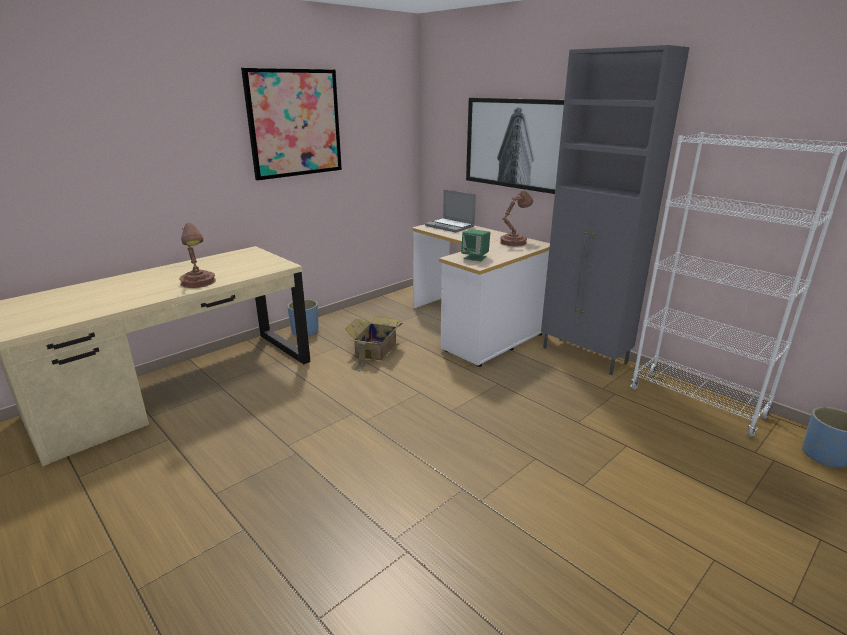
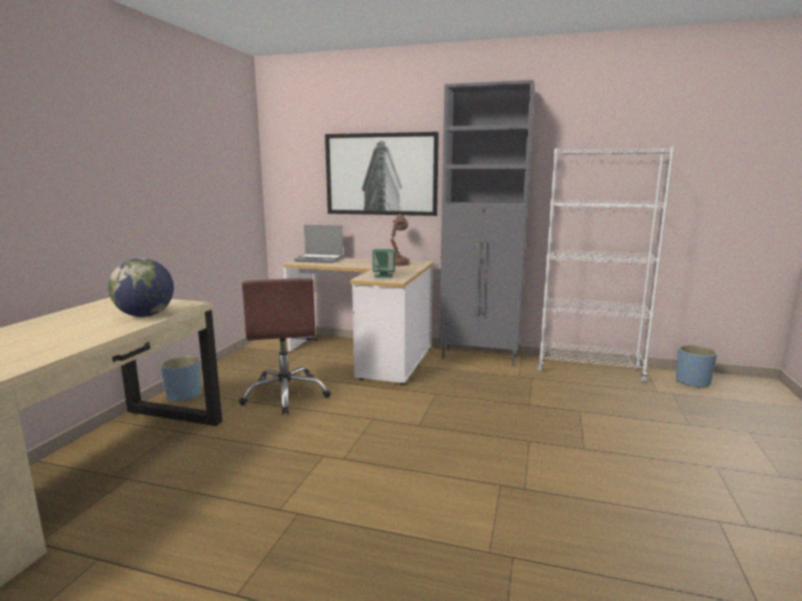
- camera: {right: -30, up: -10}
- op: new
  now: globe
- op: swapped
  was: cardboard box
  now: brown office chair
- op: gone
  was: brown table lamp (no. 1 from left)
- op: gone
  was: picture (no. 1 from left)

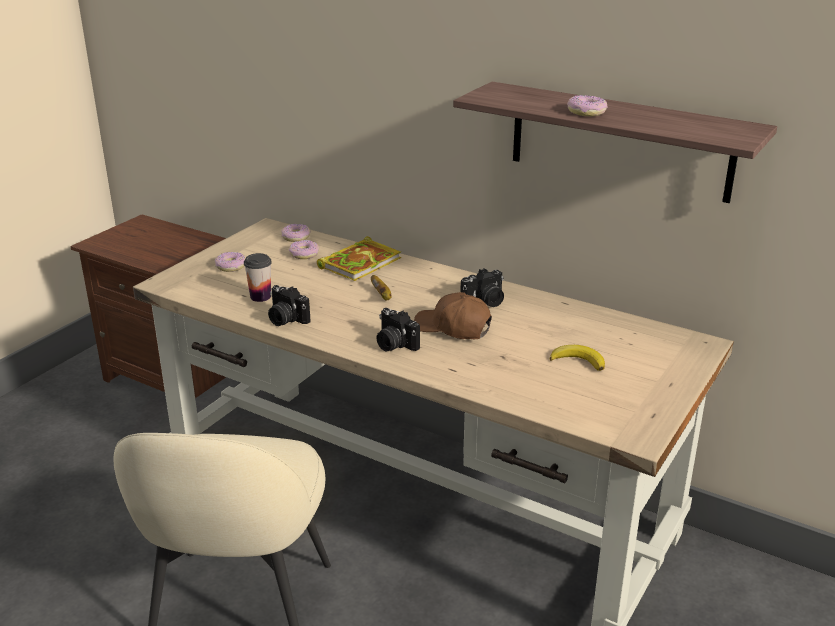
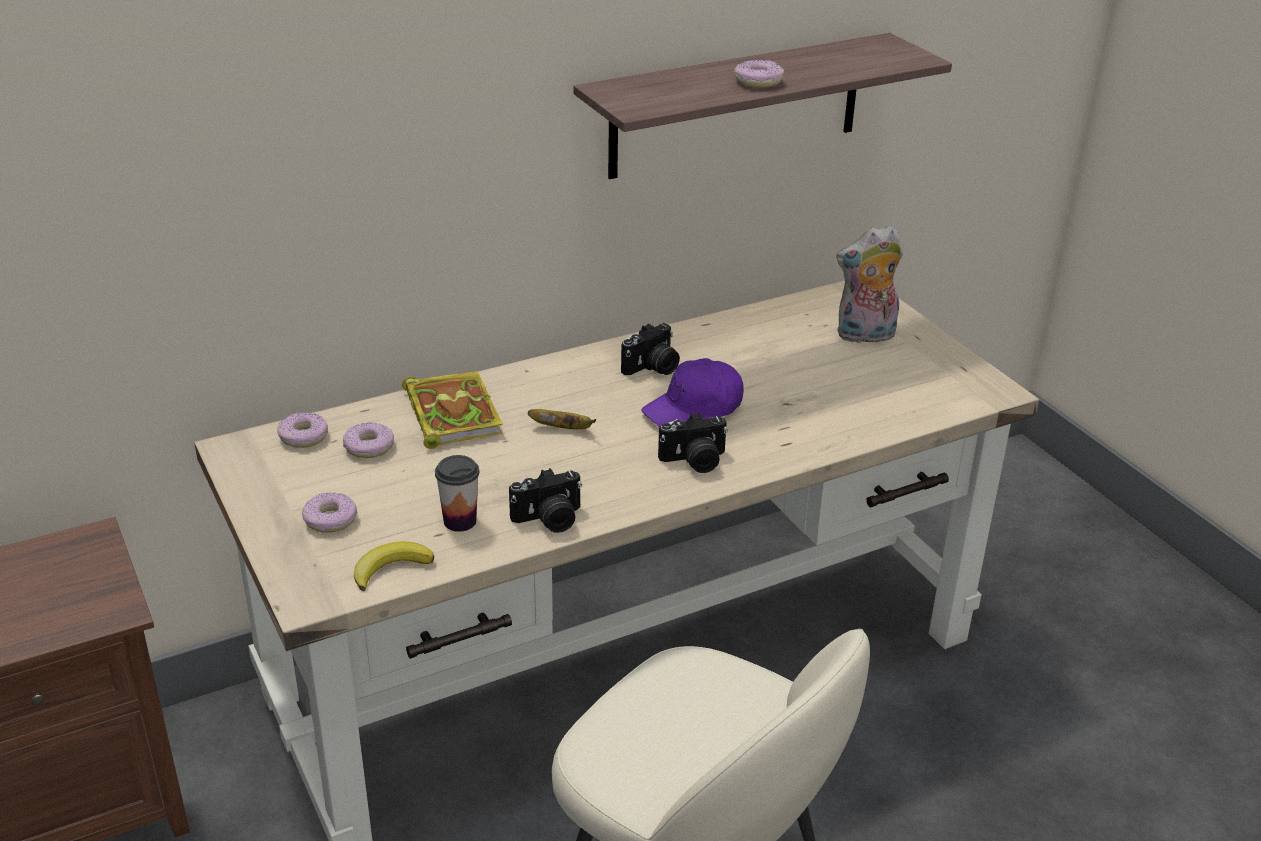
- camera: {right: -60, up: 5}
- op: shifted
  was: banana (no. 2 from left in the first image)
  now: banana (no. 1 from left)
- op: rotated
  was: photo camera (no. 3 from left in the first image)
  clockwise: 45
- op: repainted
  was: brown cap
  now: purple cap
- op: new
  now: plush toy

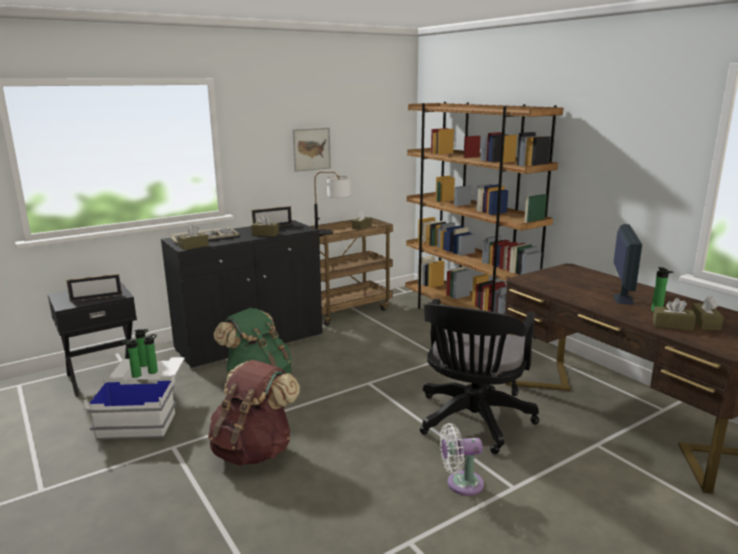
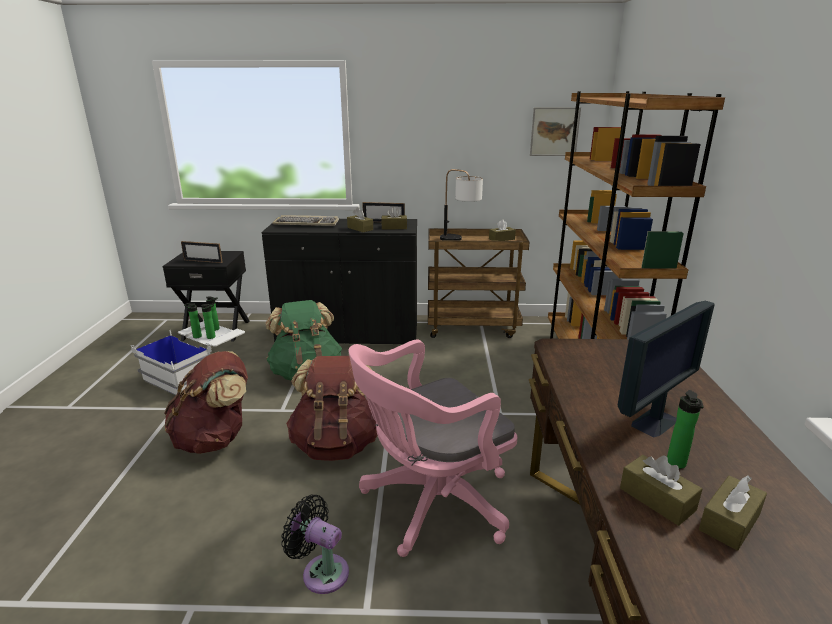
- camera: {right: 35, up: 5}
- op: repainted
  was: white fan
  now: black fan
- op: new
  now: brown backpack (no. 2 from left)
- op: repainted
  was: black office chair
  now: pink office chair
- op: shifted
  was: brown tissue box (no. 1 from left in the first image)
  now: brown tissue box (no. 2 from left)
- op: shifted
  was: picture

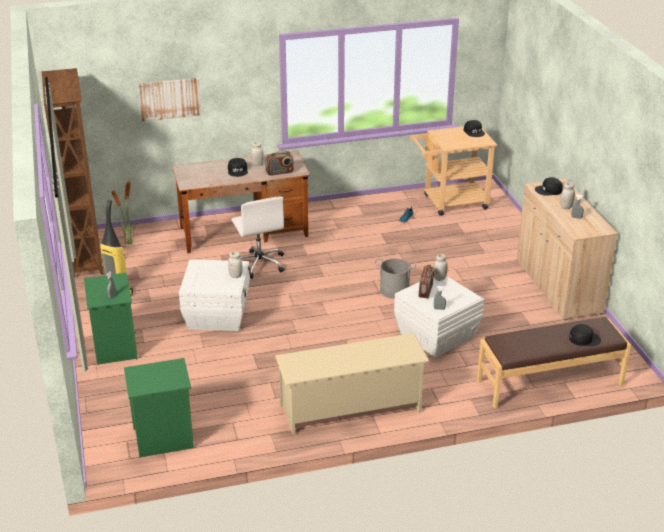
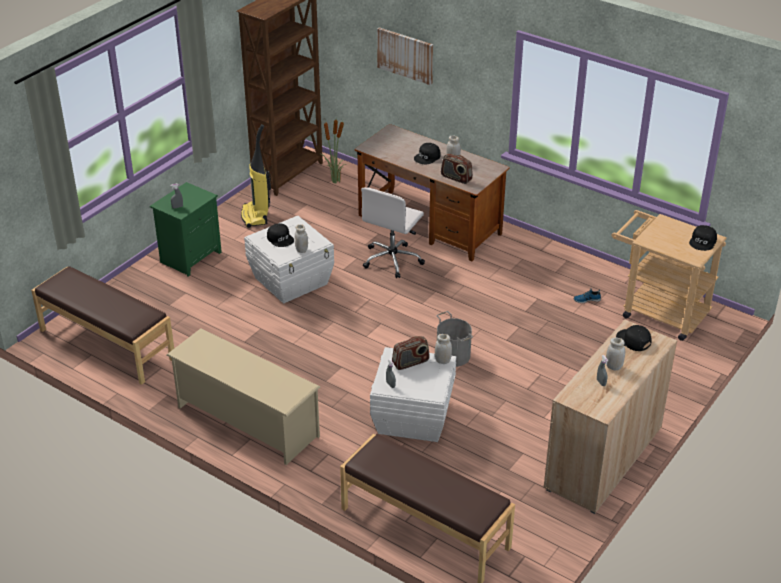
- camera: {right: 50, up: 5}
- op: swapped
  was: green nightstand (no. 2 from left)
  now: brown bench (no. 1 from left)
- op: shifted
  was: black cap (no. 4 from left in the first image)
  now: black cap (no. 1 from left)

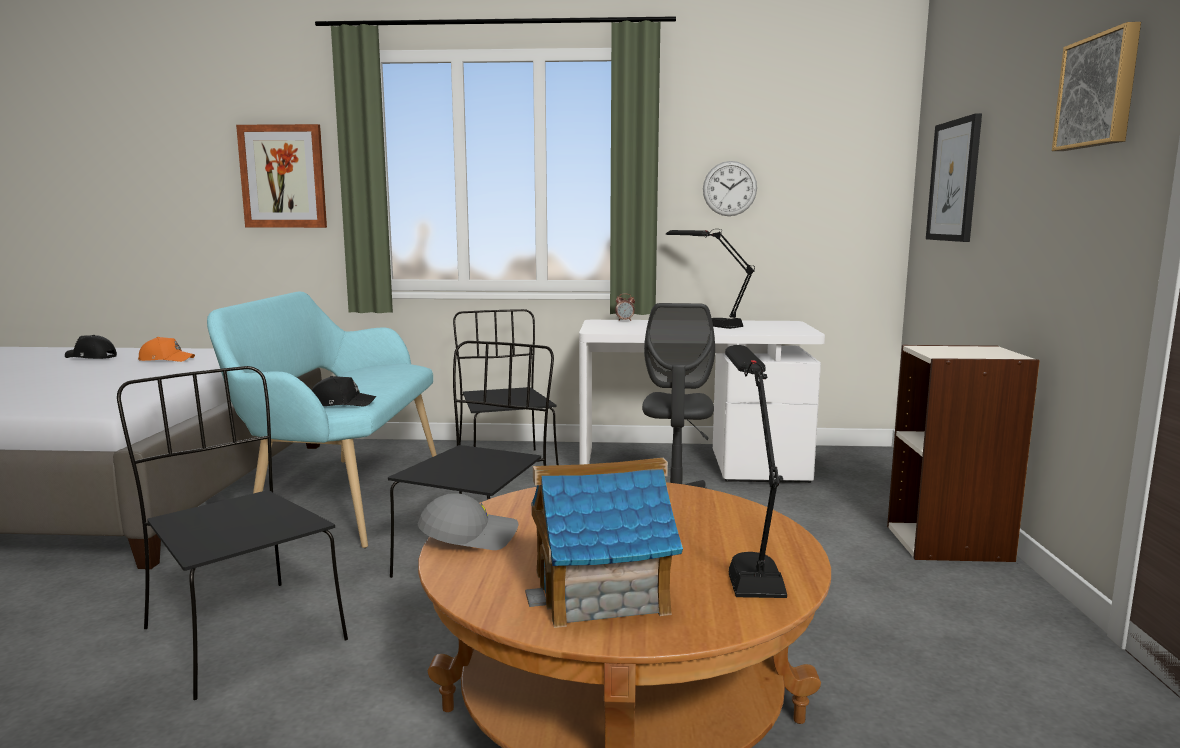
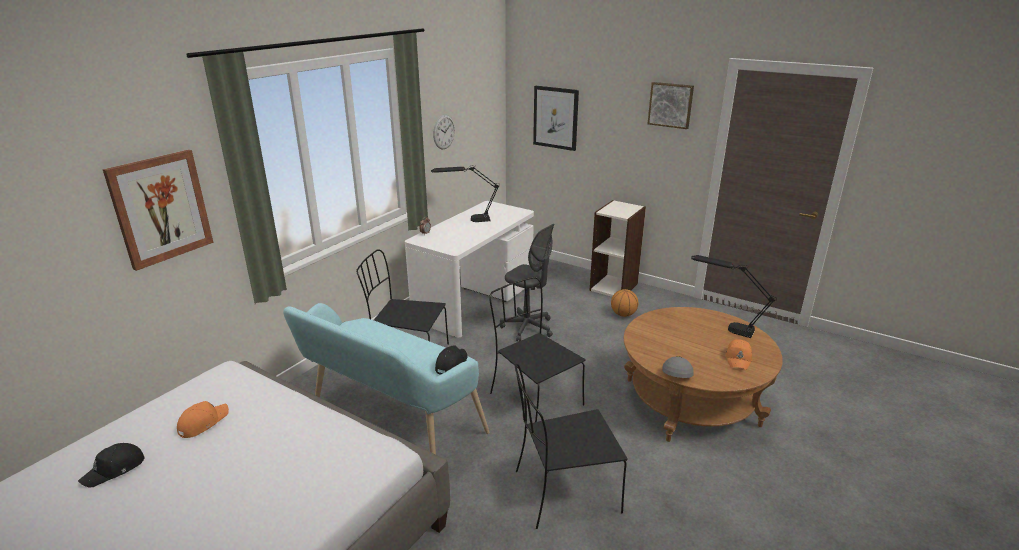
- camera: {right: -60, up: 15}
- op: new
  now: basketball
- op: swapped
  was: toy house
  now: orange cap (no. 2 from left)

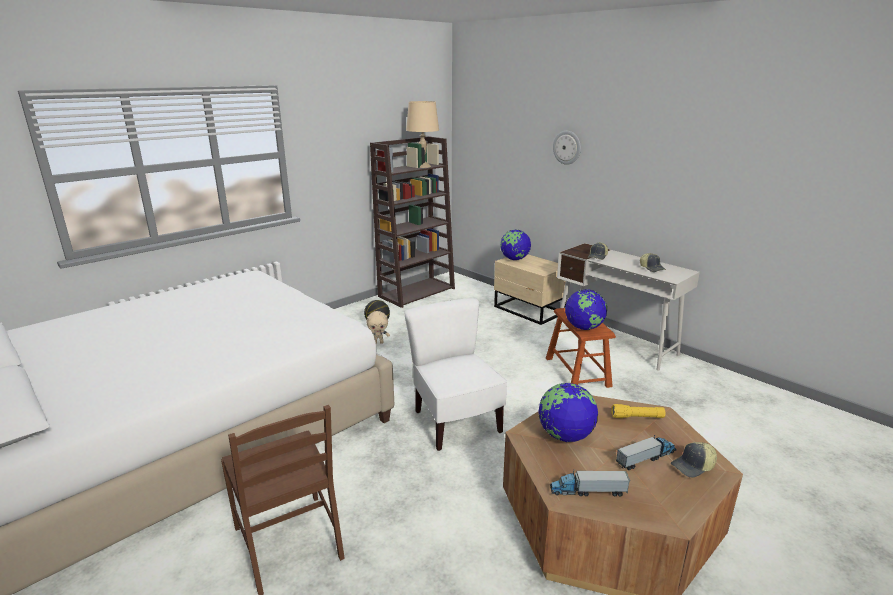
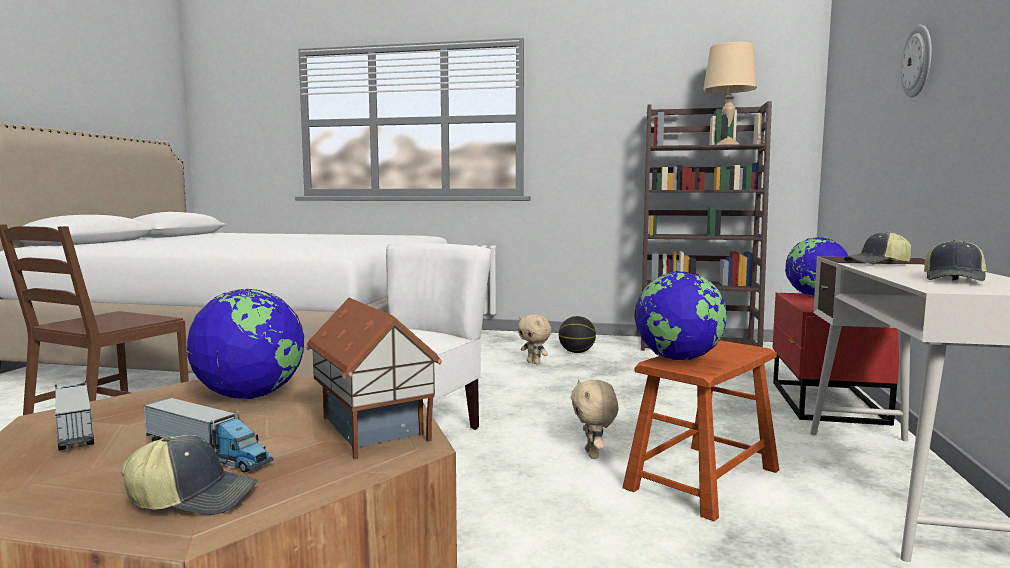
- camera: {right: 55, up: -15}
- op: rotated
  was: cap (no. 3 from left in the first image)
  clockwise: 150
- op: swapped
  was: yellow flashlight
  now: toy house
- op: new
  now: beige plush toy (no. 2 from left)
- op: repainted
  was: beige nightstand
  now: red nightstand

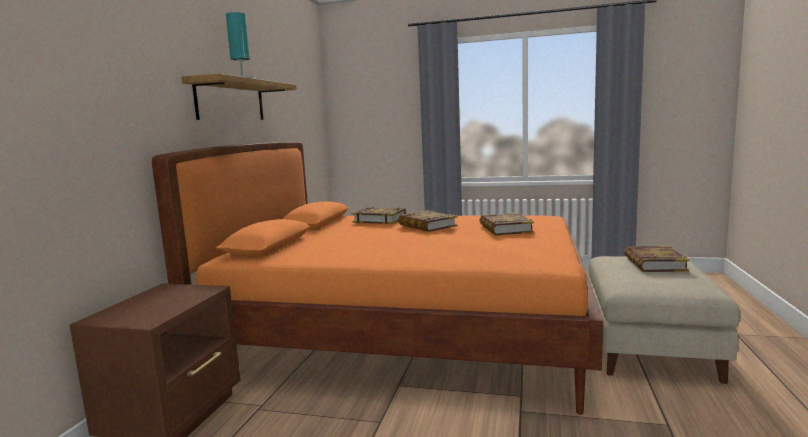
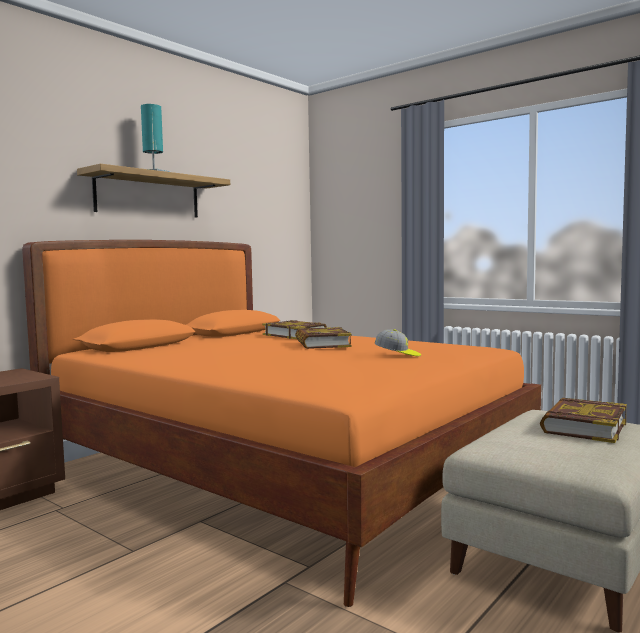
- camera: {right: 25, up: -5}
- op: swapped
  was: book (no. 3 from left)
  now: cap

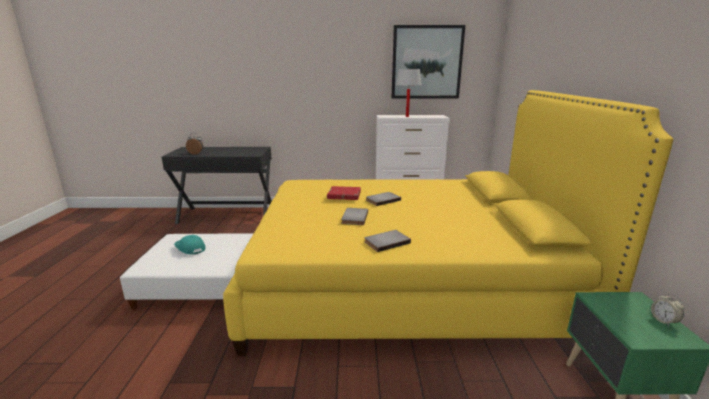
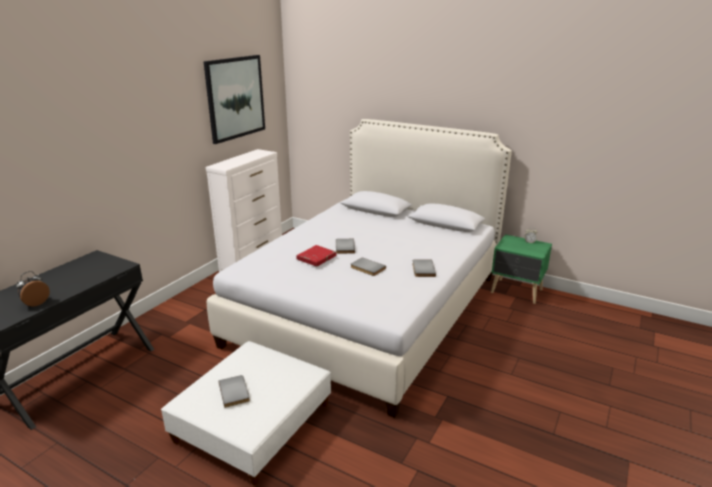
- camera: {right: -60, up: 5}
- op: repainted
  was: yellow bed
  now: white bed
- op: swapped
  was: turquoise cap
  now: grey book (no. 1 from left)
- op: gone
  was: white table lamp

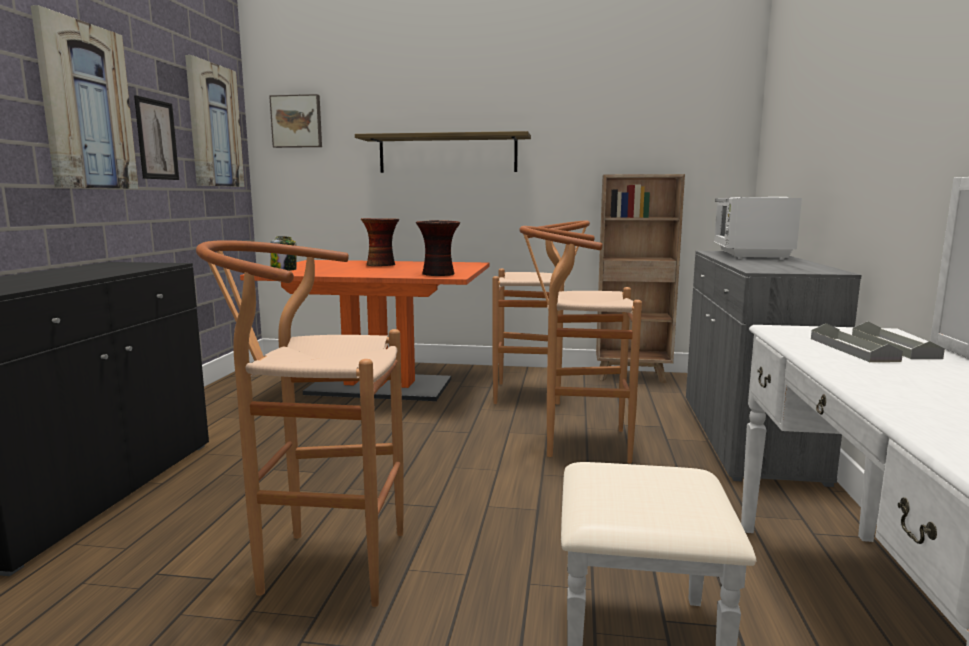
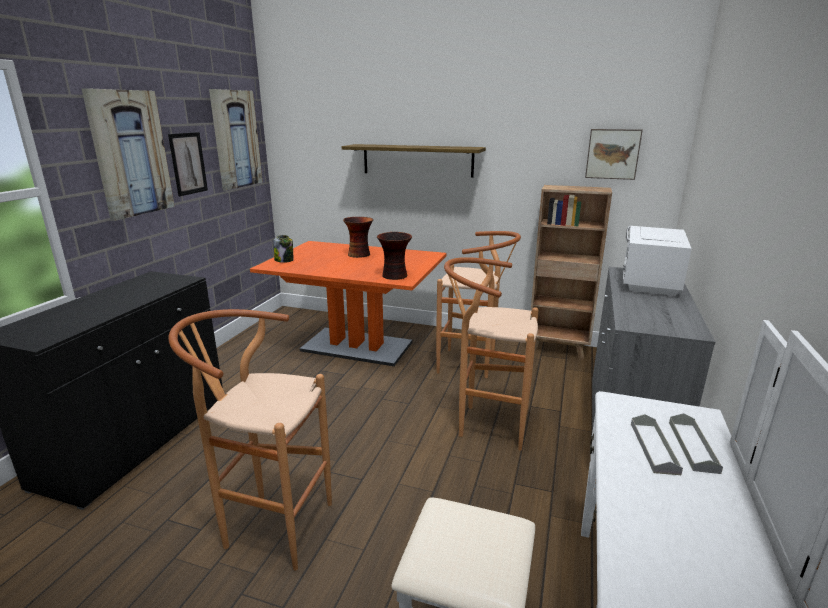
- camera: {right: 10, up: 10}
- op: shifted
  was: picture (no. 4 from left)

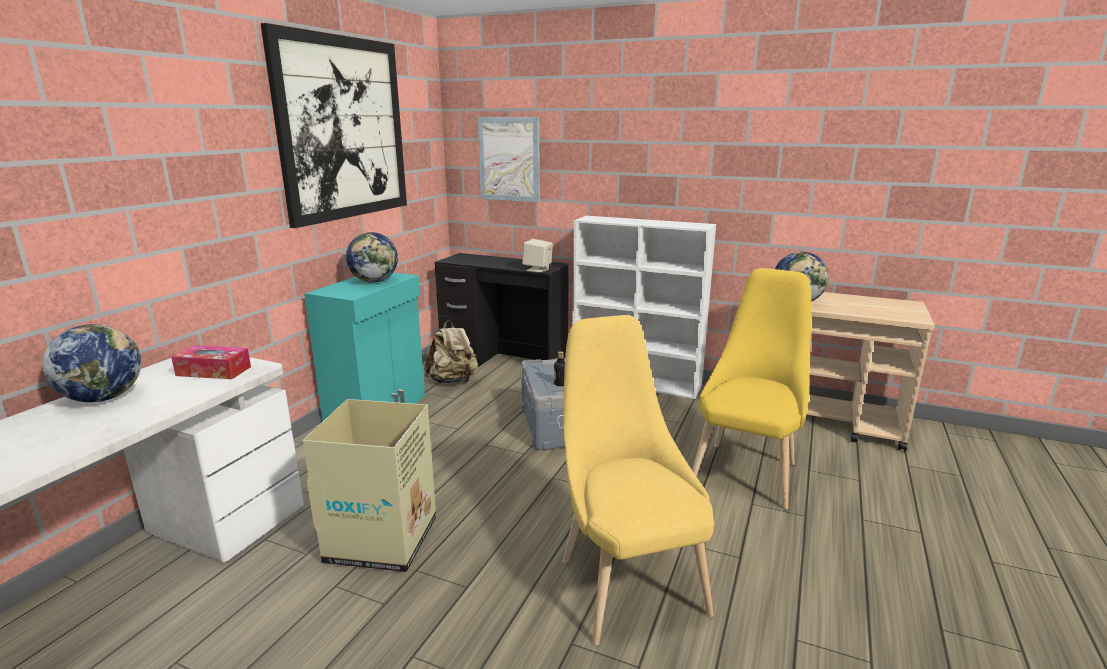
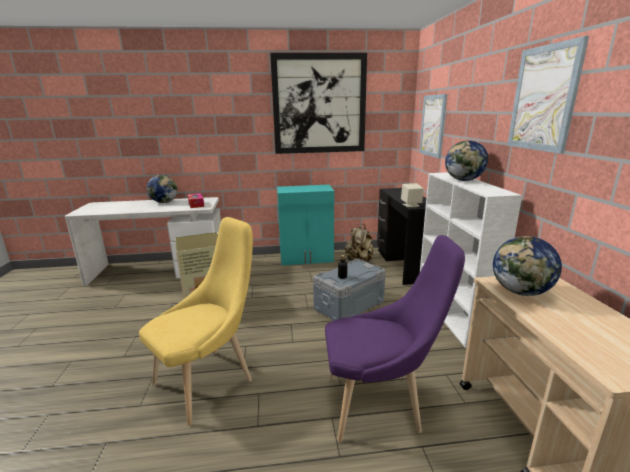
- camera: {right: 60, up: 0}
- op: repainted
  was: yellow chair (no. 2 from left)
  now: purple chair
- op: shifted
  was: globe (no. 2 from left)
- op: new
  now: picture (no. 3 from left)

